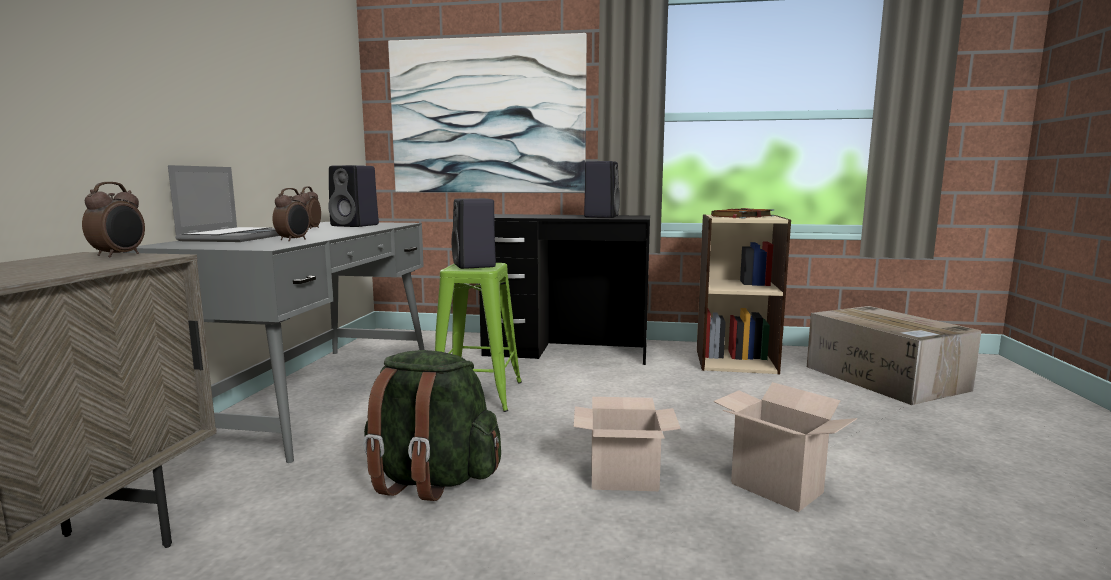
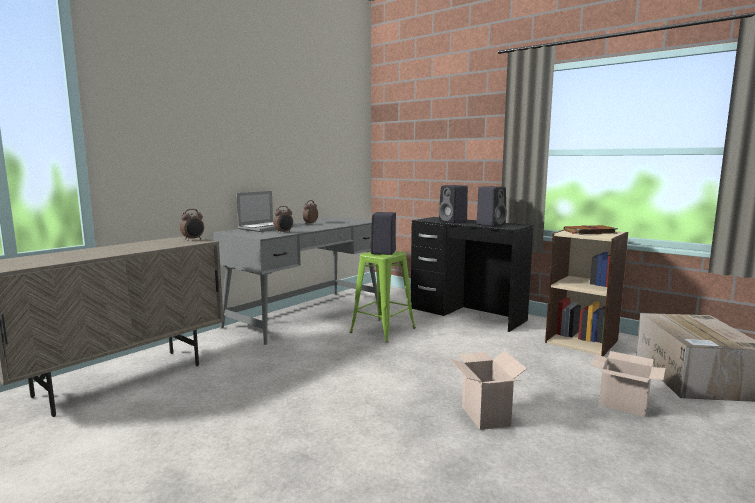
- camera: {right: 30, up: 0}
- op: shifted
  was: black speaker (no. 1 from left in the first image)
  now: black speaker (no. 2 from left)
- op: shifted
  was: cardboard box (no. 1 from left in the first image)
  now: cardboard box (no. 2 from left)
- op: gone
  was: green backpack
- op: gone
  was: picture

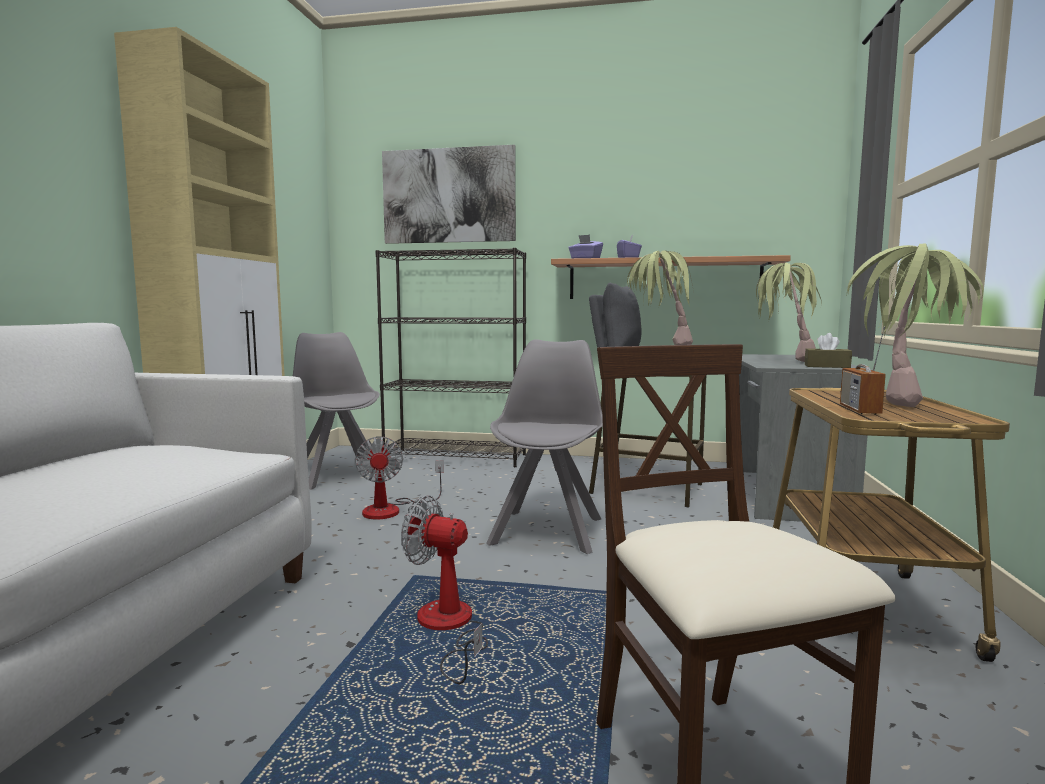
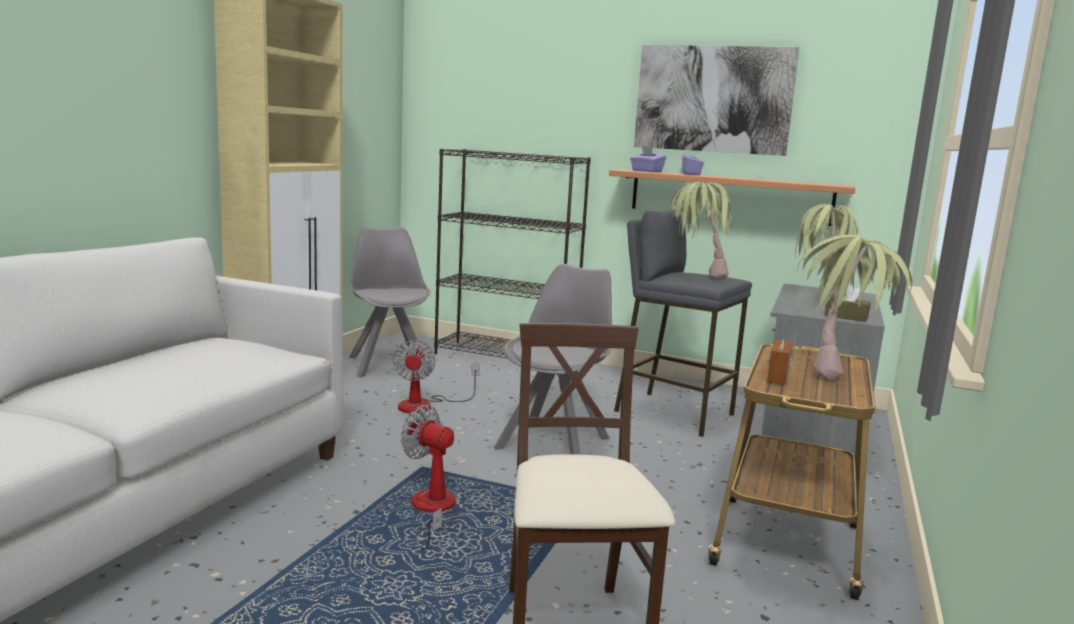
- camera: {right: 10, up: 5}
- op: shifted
  was: picture

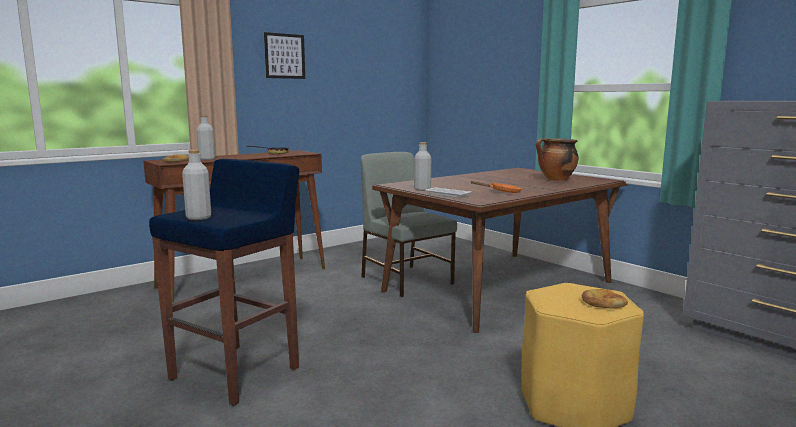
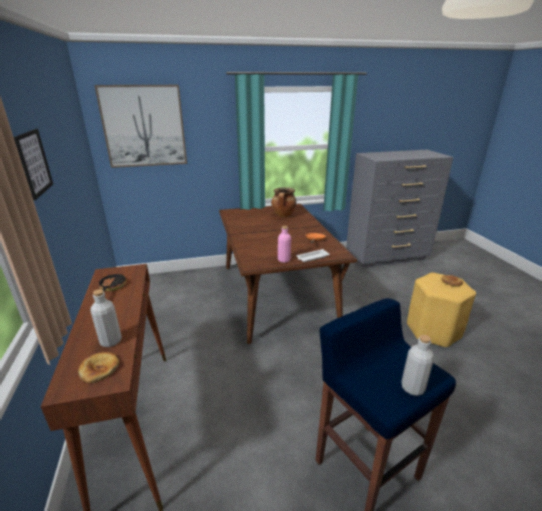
- camera: {right: -65, up: 15}
- op: new
  now: picture (no. 2 from left)
- op: repainted
  was: grey bottle (no. 3 from left)
  now: pink bottle
- op: gone
  was: grey chair

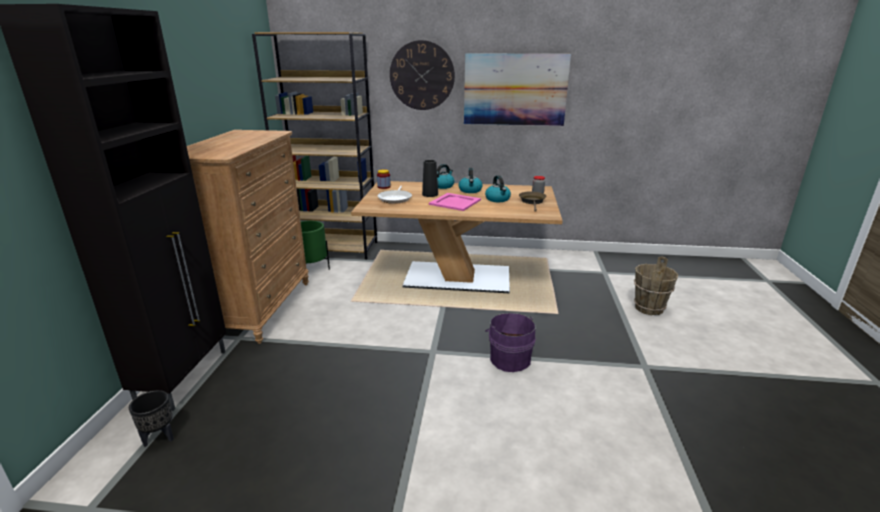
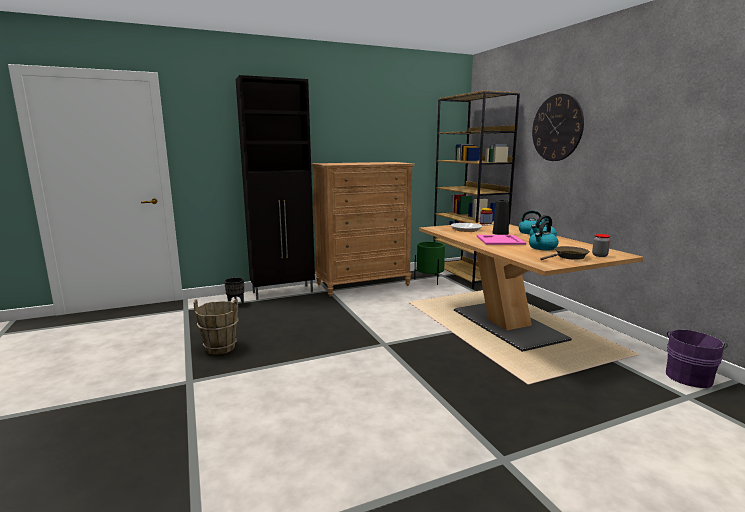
- camera: {right: 60, up: -10}
- op: shifted
  was: brown bucket
- op: shifted
  was: purple bucket
- op: gone
  was: picture

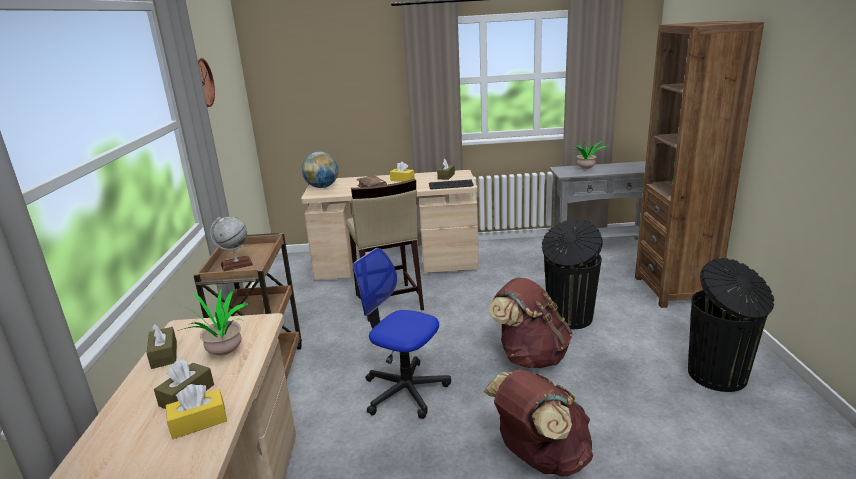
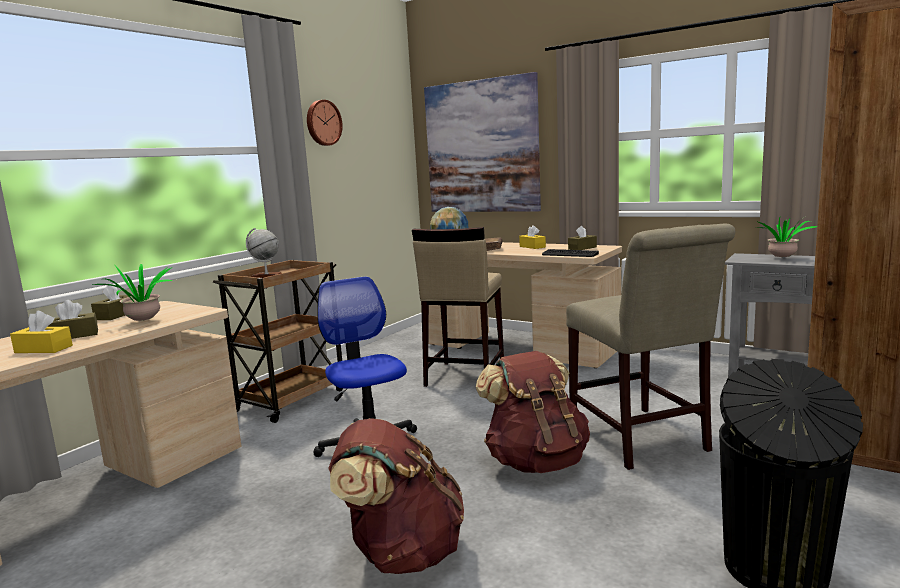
- camera: {right: 35, up: -10}
- op: new
  now: picture
- op: swapped
  was: black trash can (no. 1 from left)
  now: beige chair

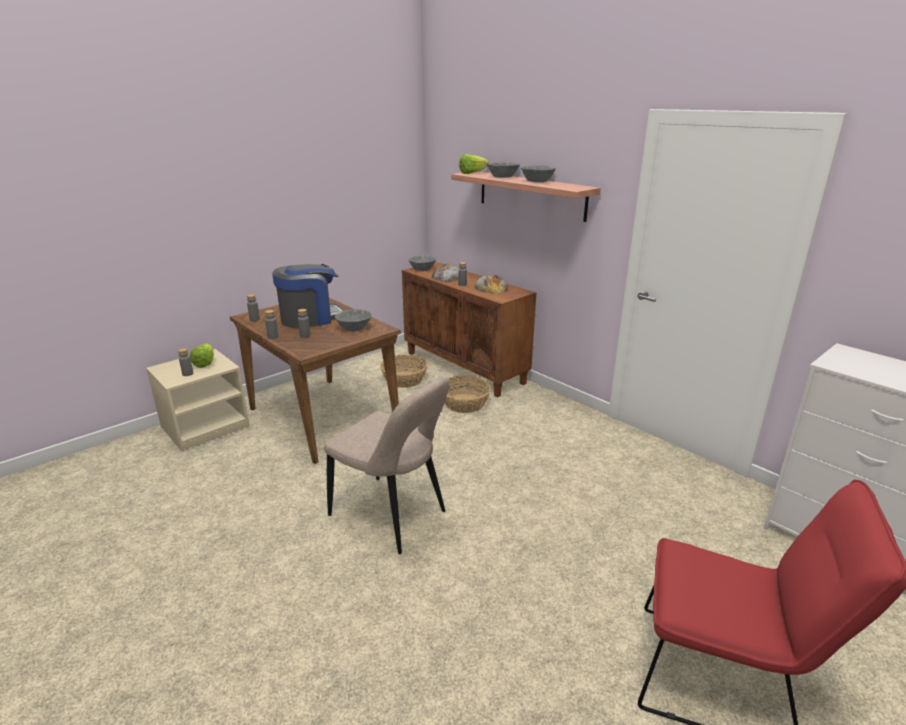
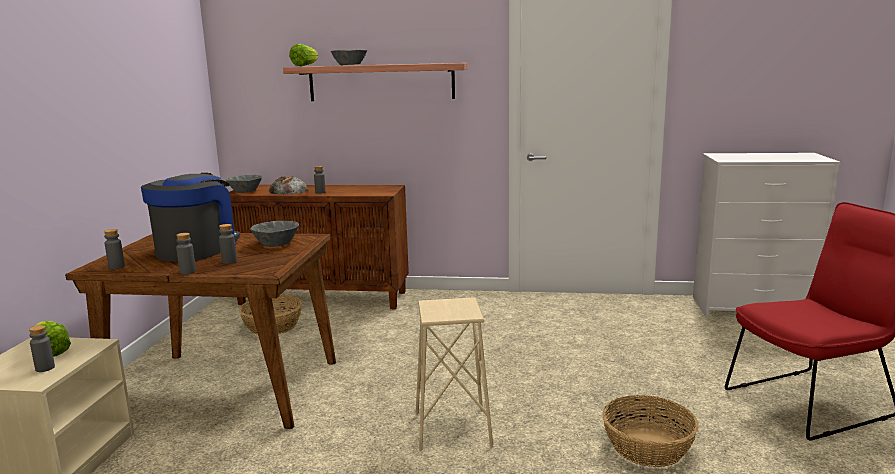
- camera: {right: -40, up: -10}
- op: swapped
  was: beige chair
  now: beige stool
- op: shifted
  was: basket (no. 2 from left)
- op: gone
  was: bread (no. 2 from left)
- op: gone
  was: grey bowl (no. 4 from left)

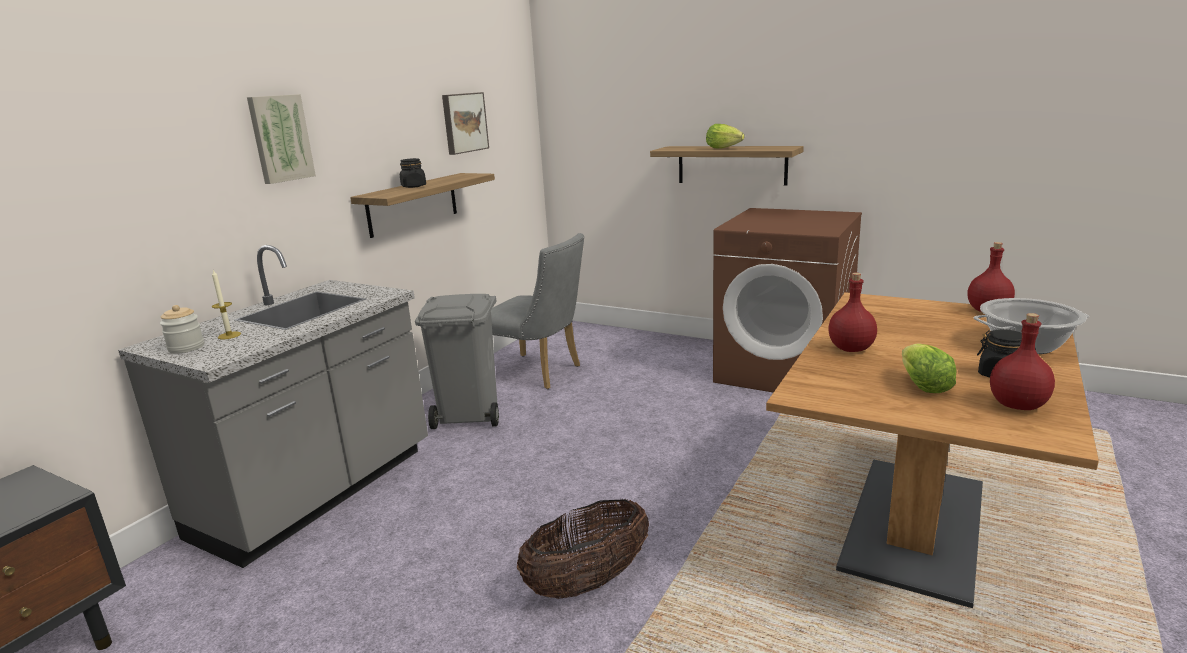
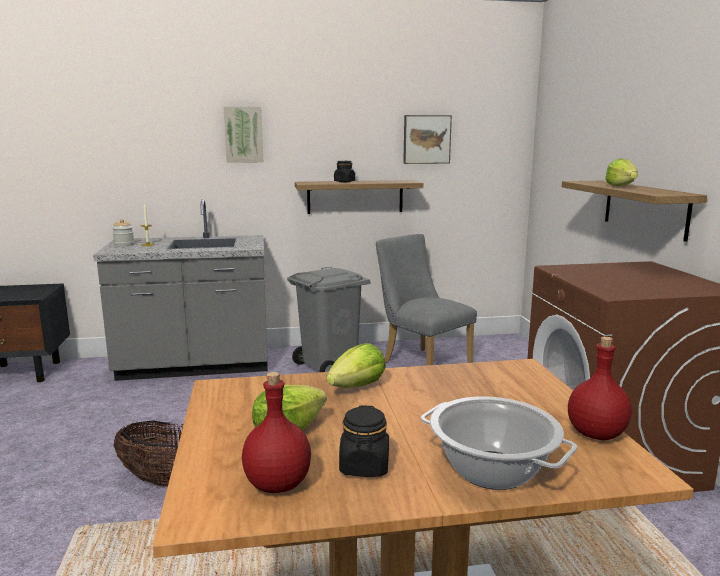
- camera: {right: 50, up: -5}
- op: swapped
  was: red bottle (no. 1 from left)
  now: lettuce (no. 2 from left)
- op: rotated
  was: grey chair
  clockwise: 150

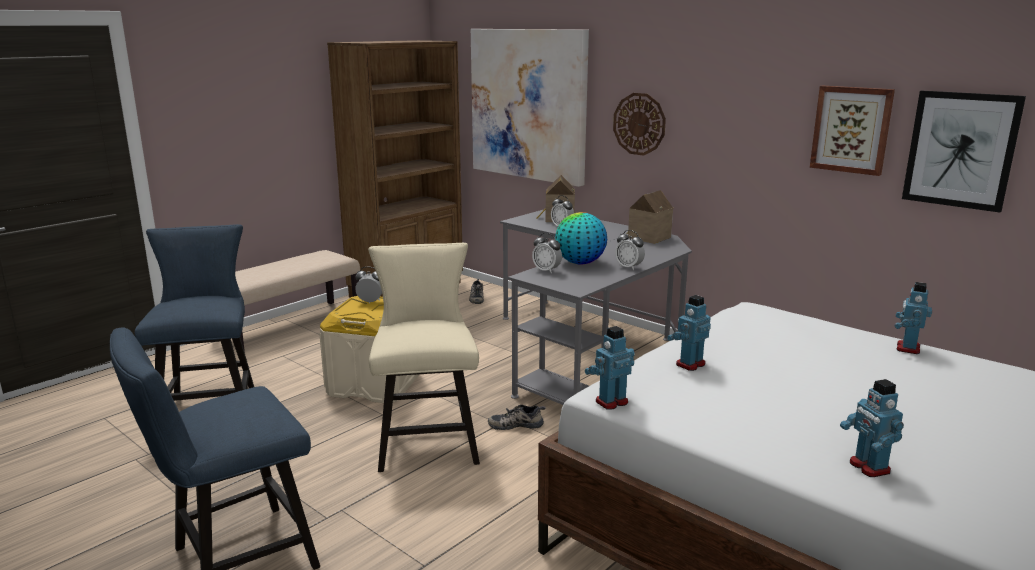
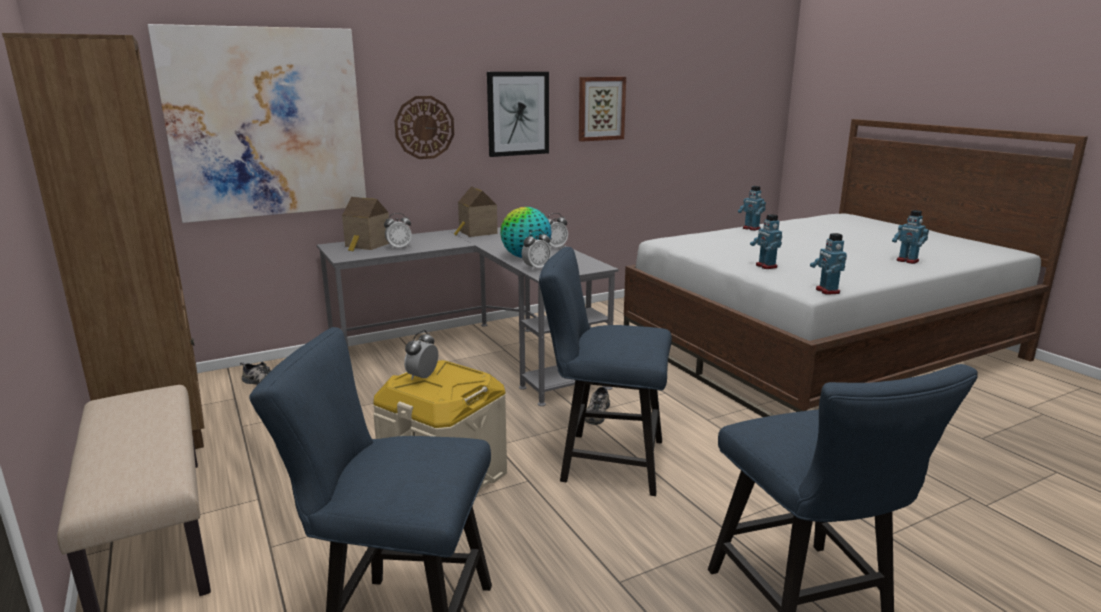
- camera: {right: -70, up: 0}
- op: shifted
  was: picture (no. 3 from left in the first image)
  now: picture (no. 2 from left)
- op: repainted
  was: beige chair
  now: blue chair (no. 2 from left)
- op: rotated
  was: toy robot (no. 3 from left in the first image)
  clockwise: 45

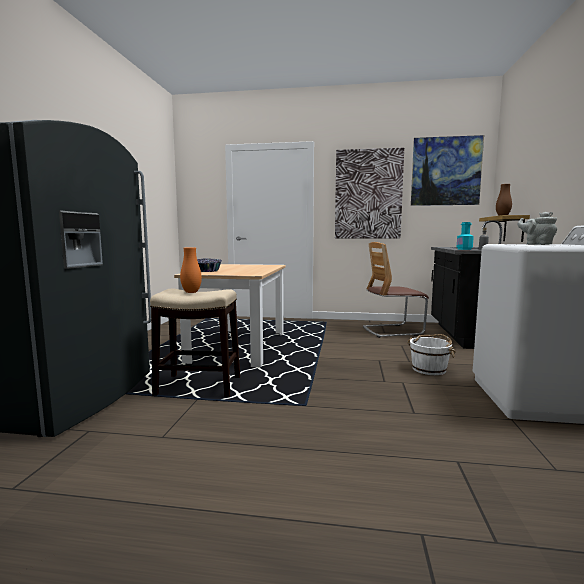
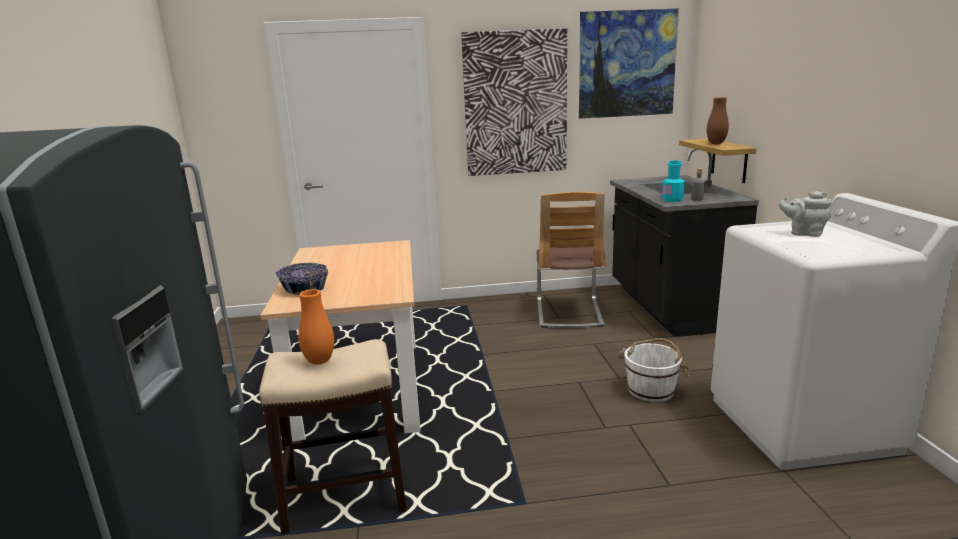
- camera: {right: -15, up: 10}
- op: rotated
  was: chair
  clockwise: -60

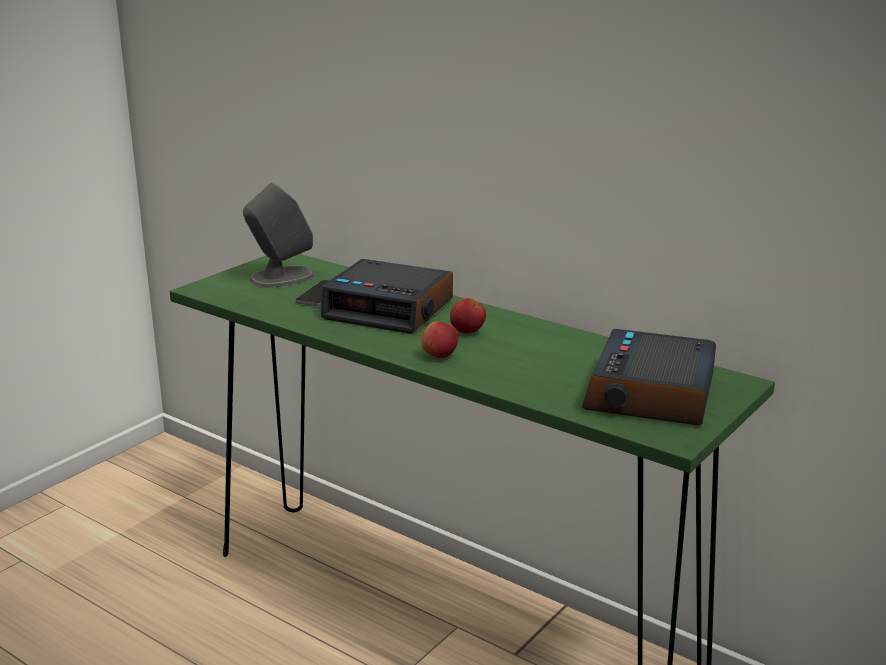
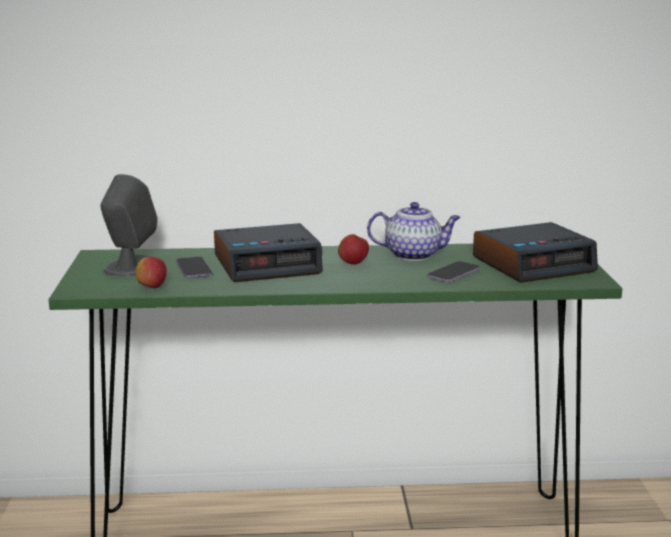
- camera: {right: -40, up: -5}
- op: shifted
  was: apple (no. 1 from left)
- op: new
  now: teapot
- op: new
  now: phone (no. 2 from left)
- op: rotated
  was: alarm clock (no. 2 from left)
  clockwise: -90

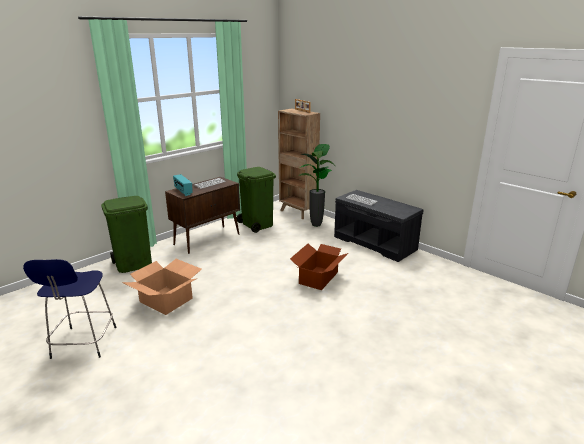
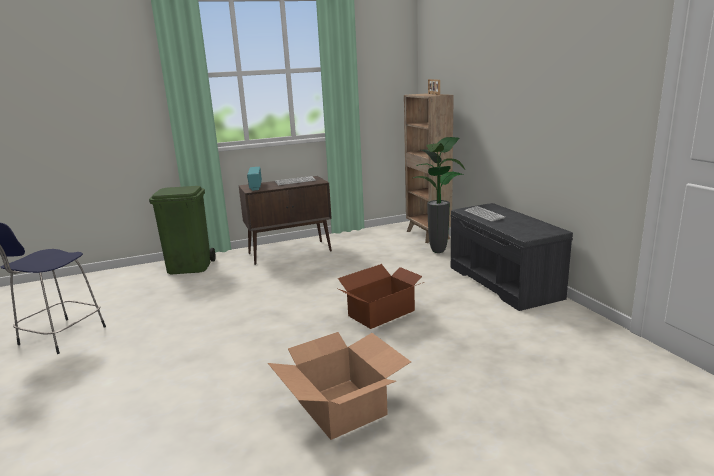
- camera: {right: 25, up: -5}
- op: shifted
  was: cardboard box (no. 1 from left)
- op: gone
  was: green trash can (no. 2 from left)

